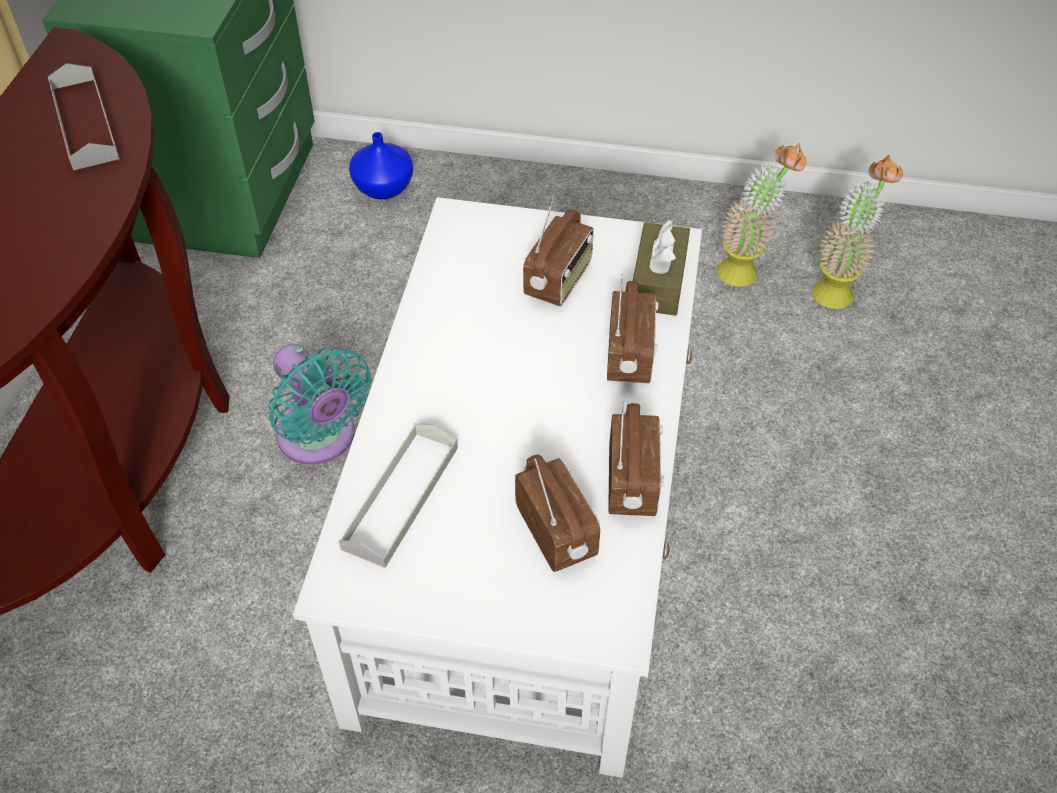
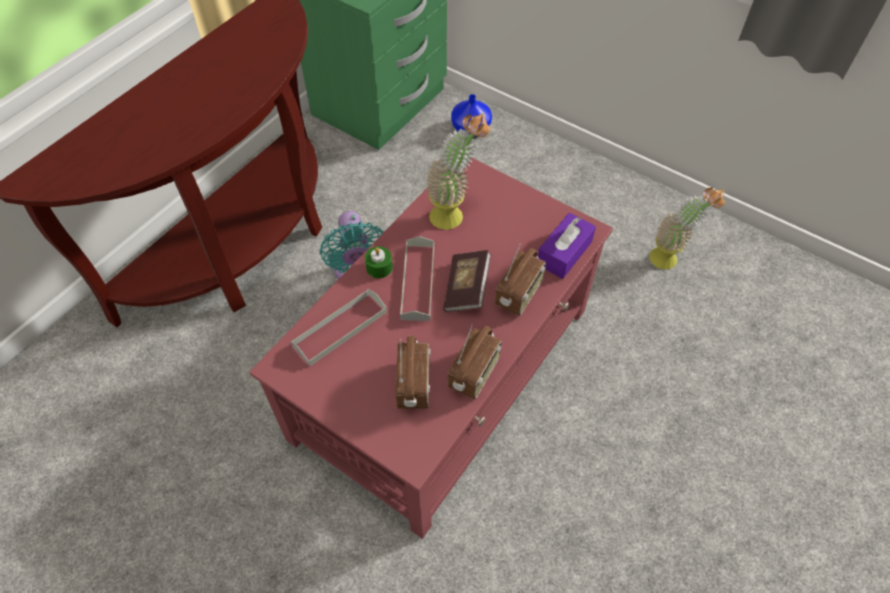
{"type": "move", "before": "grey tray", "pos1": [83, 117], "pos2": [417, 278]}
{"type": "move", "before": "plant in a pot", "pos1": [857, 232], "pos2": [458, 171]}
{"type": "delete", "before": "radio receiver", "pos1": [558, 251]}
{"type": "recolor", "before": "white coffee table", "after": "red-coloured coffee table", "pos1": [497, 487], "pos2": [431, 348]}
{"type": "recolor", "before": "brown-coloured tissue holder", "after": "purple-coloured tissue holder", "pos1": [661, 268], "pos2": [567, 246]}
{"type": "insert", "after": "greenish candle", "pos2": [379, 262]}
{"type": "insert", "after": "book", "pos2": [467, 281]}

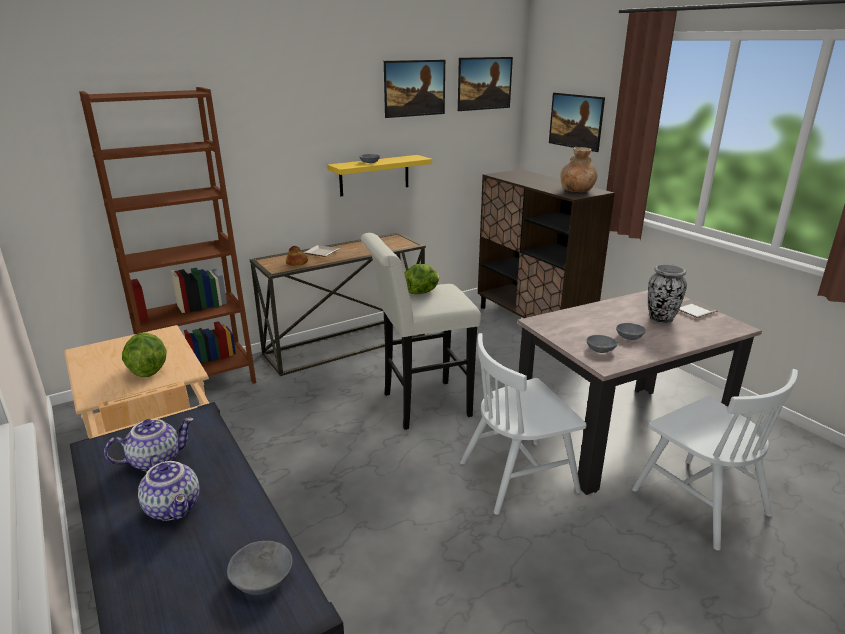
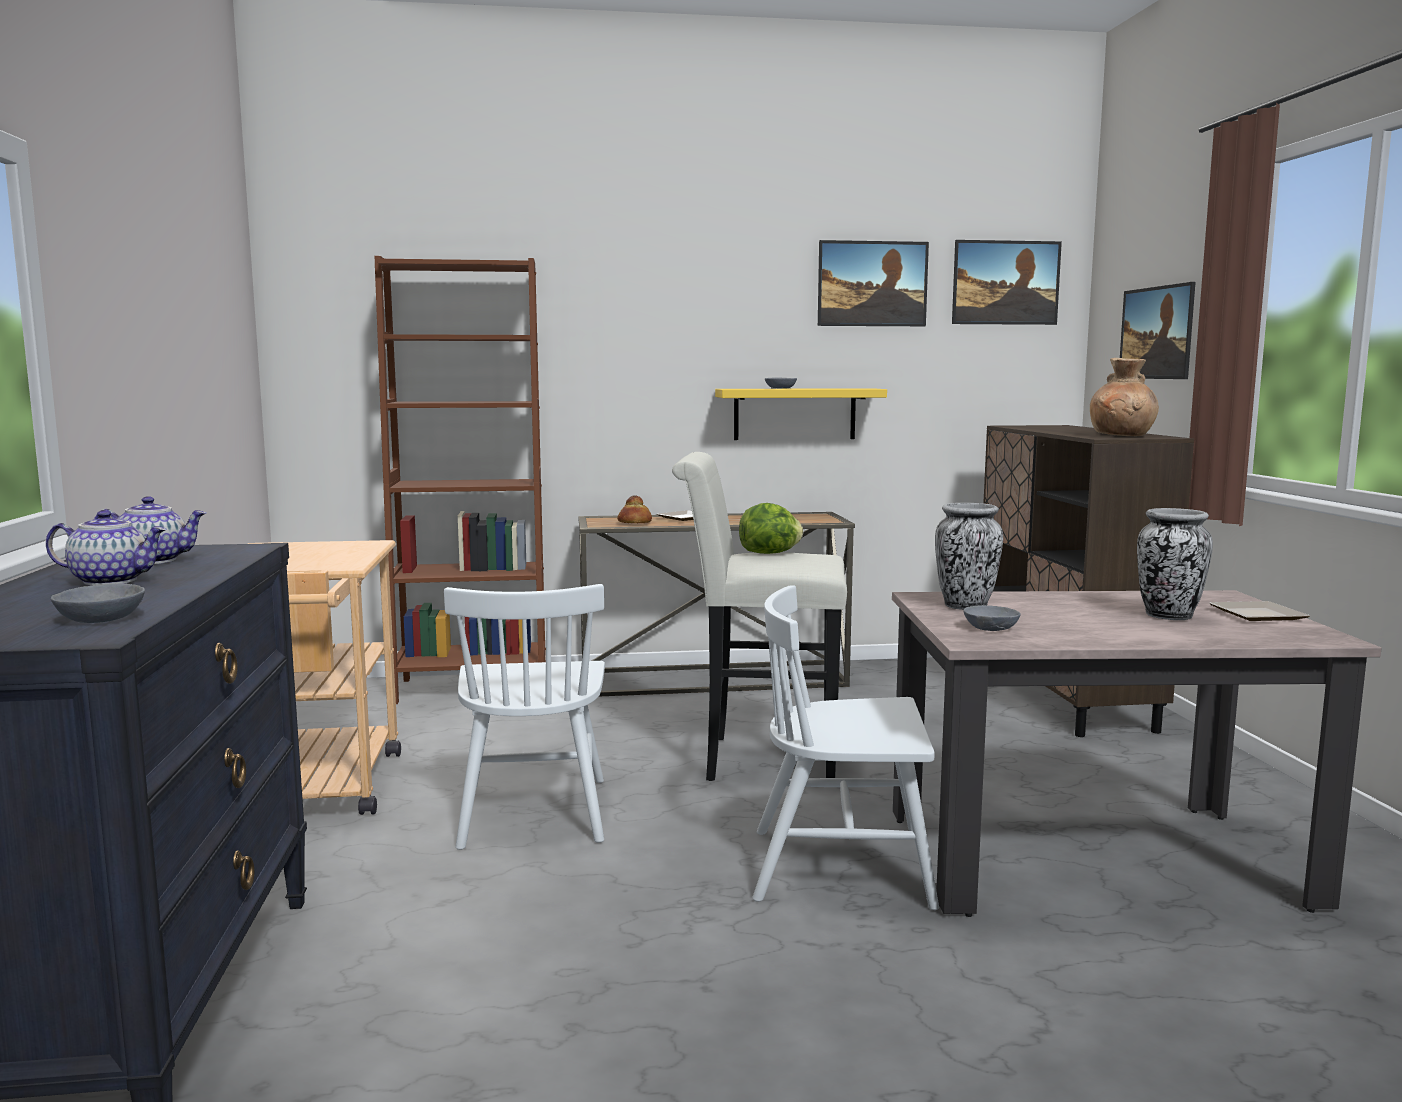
{"type": "delete", "before": "grey deep dish", "pos1": [631, 331]}
{"type": "delete", "before": "head of lettuce", "pos1": [144, 355]}
{"type": "move", "before": "white chair", "pos1": [715, 459], "pos2": [524, 717]}
{"type": "rotate", "before": "pot for tea", "pos1": [169, 487], "pos2": [106, 548], "turn": -75}
{"type": "insert", "after": "flower vase", "pos2": [969, 556]}

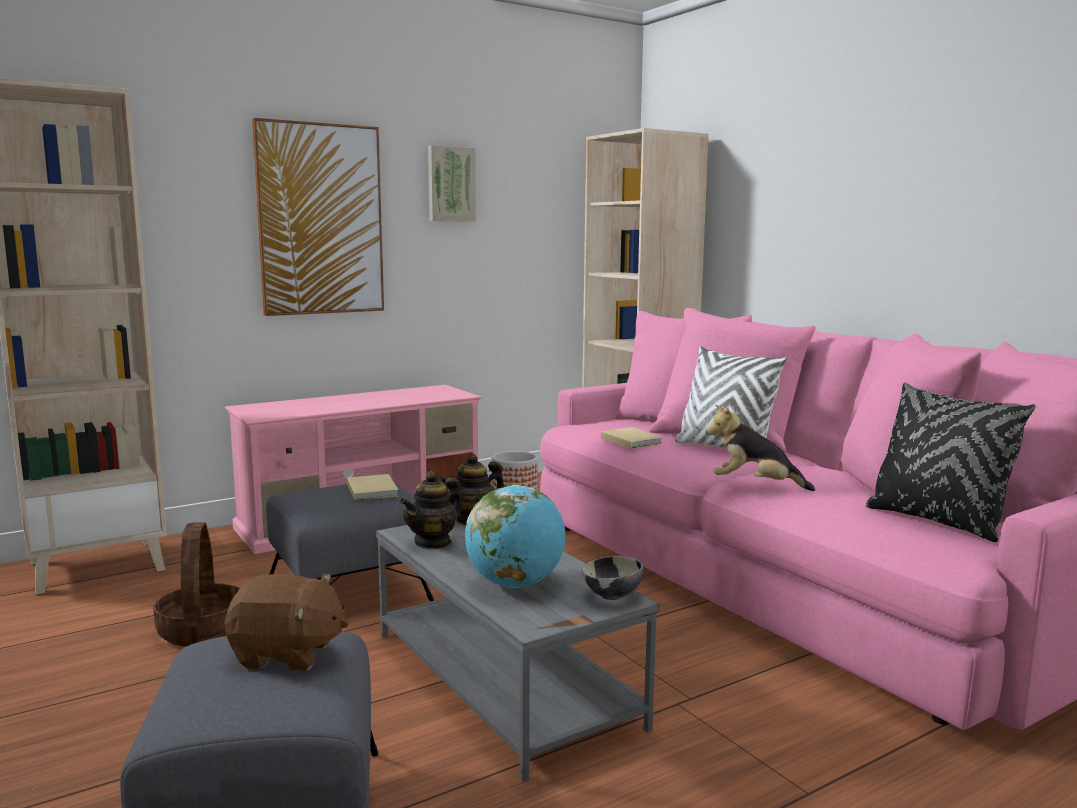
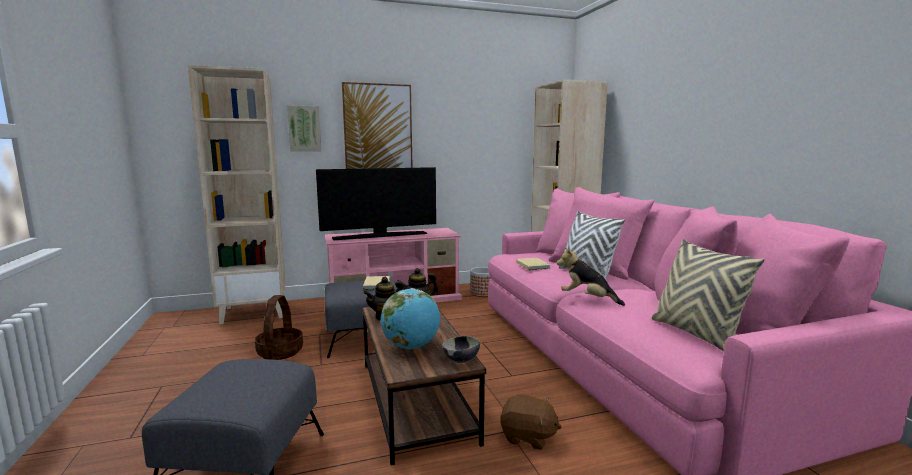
{"type": "move", "before": "wall picture", "pos1": [452, 183], "pos2": [304, 128]}
{"type": "recolor", "before": "blackish throw pillow", "after": "beige throw pillow", "pos1": [951, 462], "pos2": [708, 295]}
{"type": "recolor", "before": "grey coffee table", "after": "brown-coloured coffee table", "pos1": [517, 651], "pos2": [424, 386]}
{"type": "move", "before": "brown-coloured plush toy", "pos1": [287, 622], "pos2": [531, 422]}
{"type": "insert", "after": "TV", "pos2": [376, 203]}

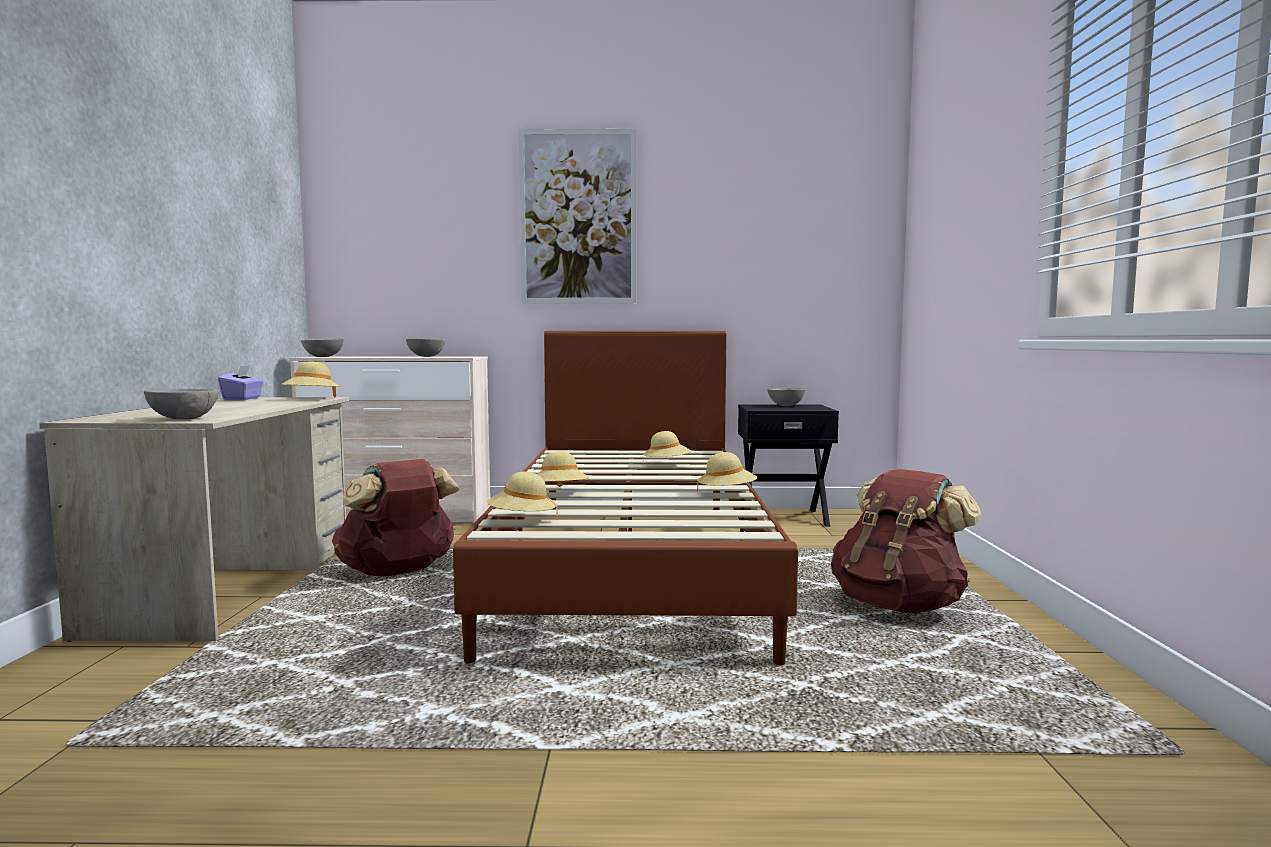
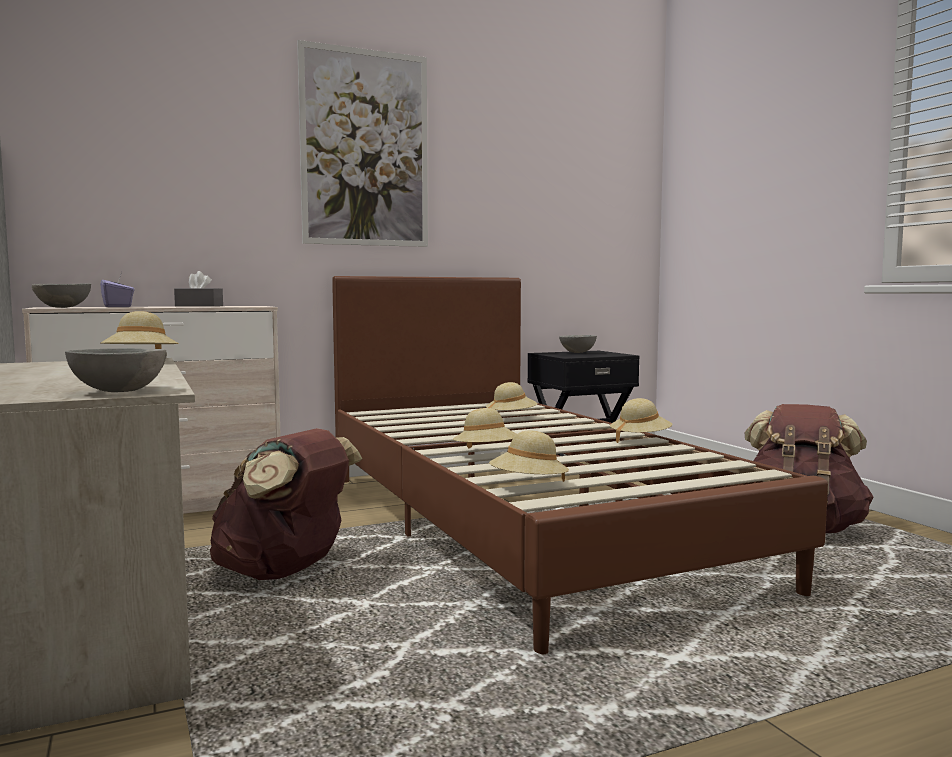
{"type": "replace", "before": "grey deep dish", "after": "grey tissue holder", "pos1": [425, 348], "pos2": [198, 289]}
{"type": "move", "before": "purple-coloured tissue holder", "pos1": [241, 382], "pos2": [117, 289]}

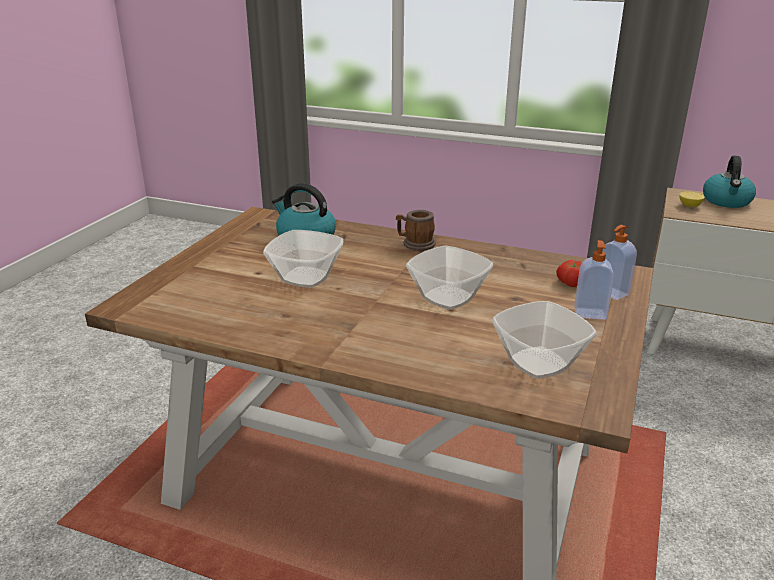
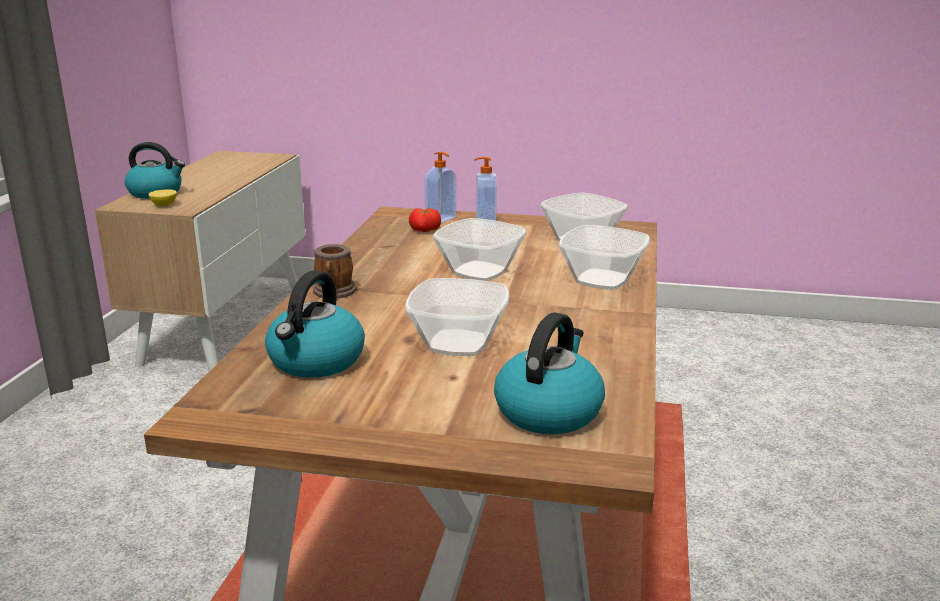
{"type": "insert", "after": "deep dish", "pos2": [604, 257]}
{"type": "insert", "after": "kettle", "pos2": [549, 373]}

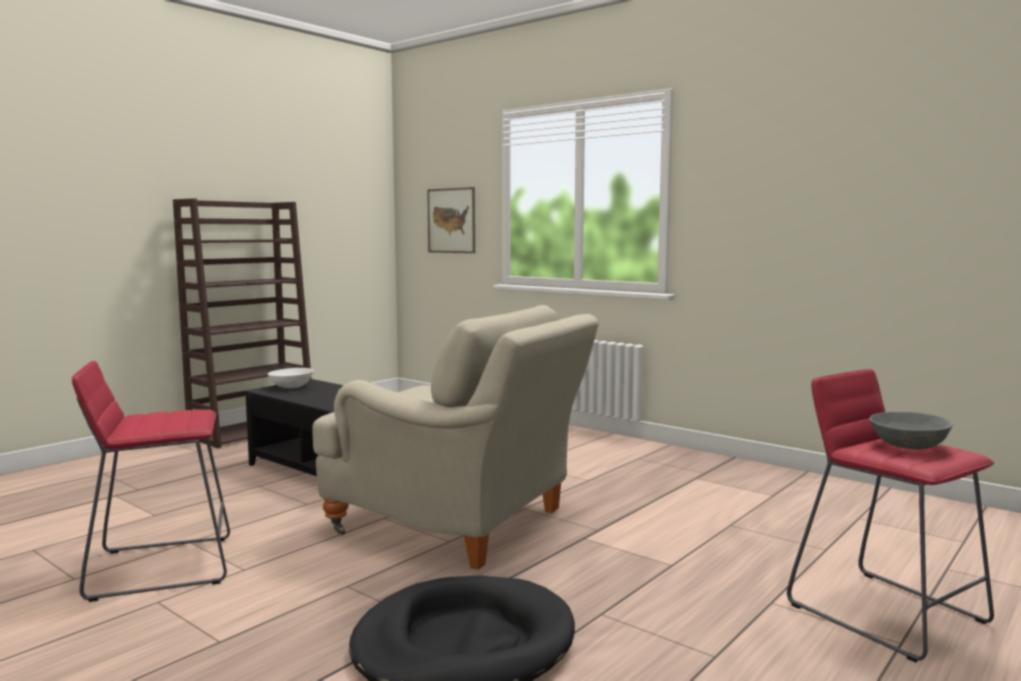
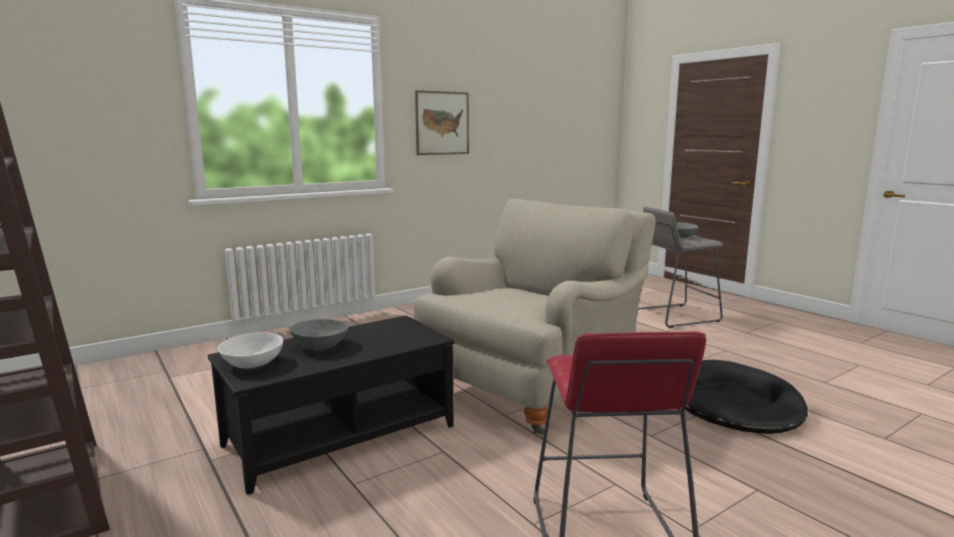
{"type": "move", "before": "wall picture", "pos1": [451, 220], "pos2": [442, 122]}
{"type": "recolor", "before": "red-coloured sitting stool", "after": "grey sitting stool", "pos1": [890, 515], "pos2": [680, 267]}
{"type": "insert", "after": "grey deep dish", "pos2": [319, 334]}

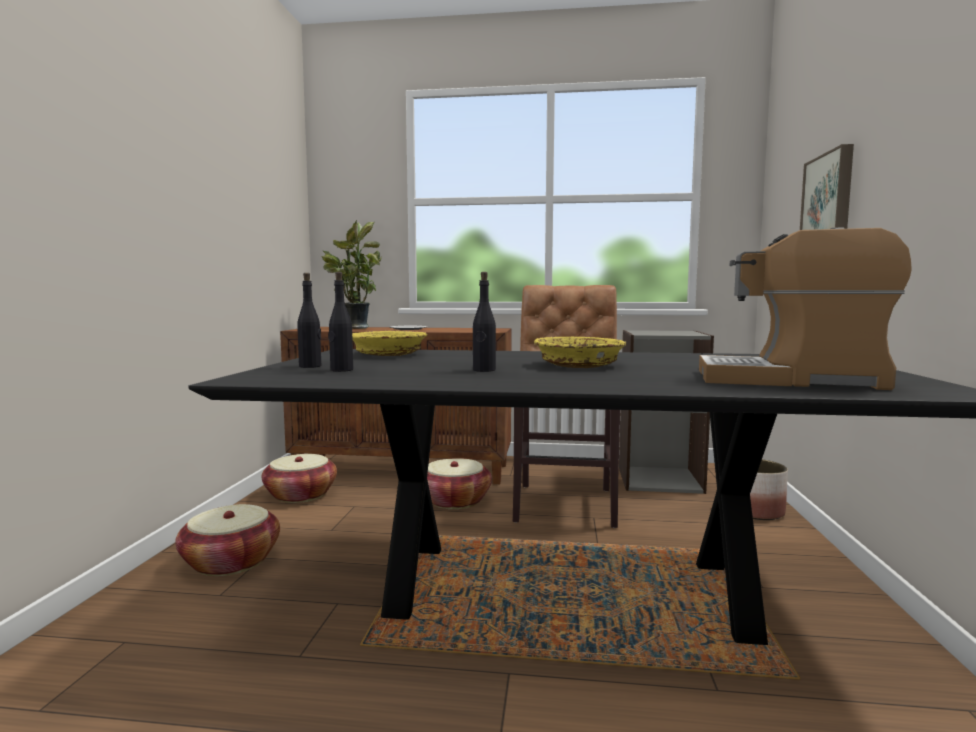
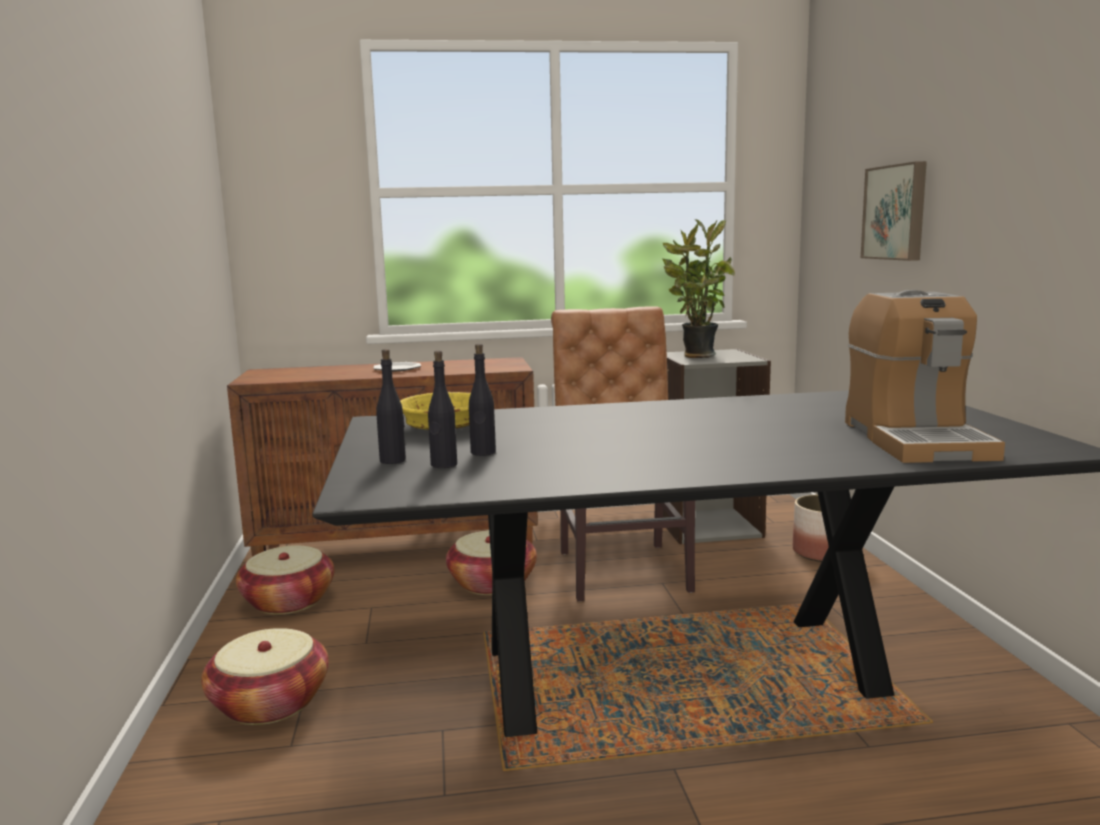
{"type": "move", "before": "plant in a pot", "pos1": [352, 274], "pos2": [698, 288]}
{"type": "rotate", "before": "coffee brewer", "pos1": [805, 308], "pos2": [925, 376], "turn": -90}
{"type": "move", "before": "blackish drink bottle", "pos1": [484, 322], "pos2": [482, 400]}
{"type": "delete", "before": "yellowish deep dish", "pos1": [580, 352]}

